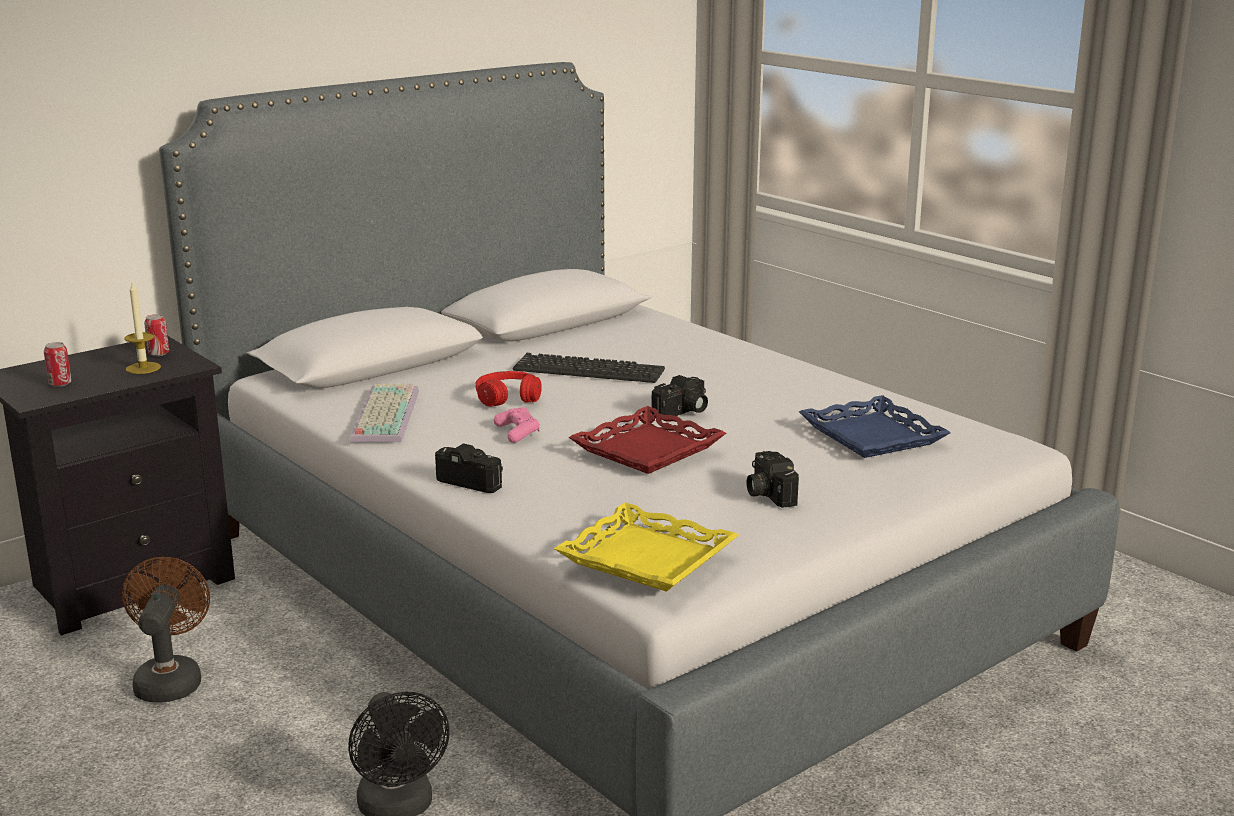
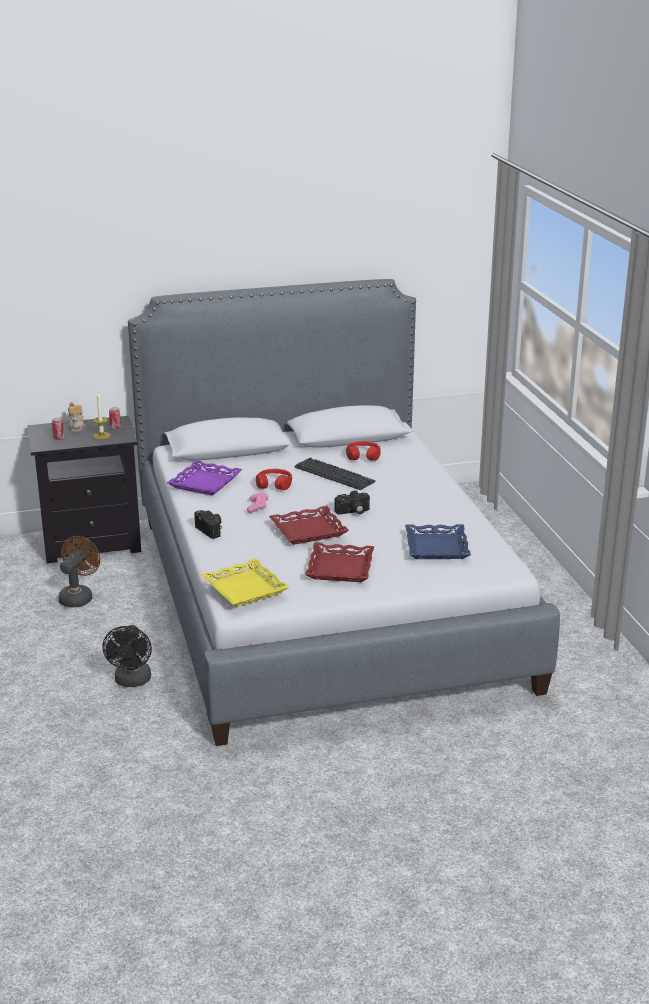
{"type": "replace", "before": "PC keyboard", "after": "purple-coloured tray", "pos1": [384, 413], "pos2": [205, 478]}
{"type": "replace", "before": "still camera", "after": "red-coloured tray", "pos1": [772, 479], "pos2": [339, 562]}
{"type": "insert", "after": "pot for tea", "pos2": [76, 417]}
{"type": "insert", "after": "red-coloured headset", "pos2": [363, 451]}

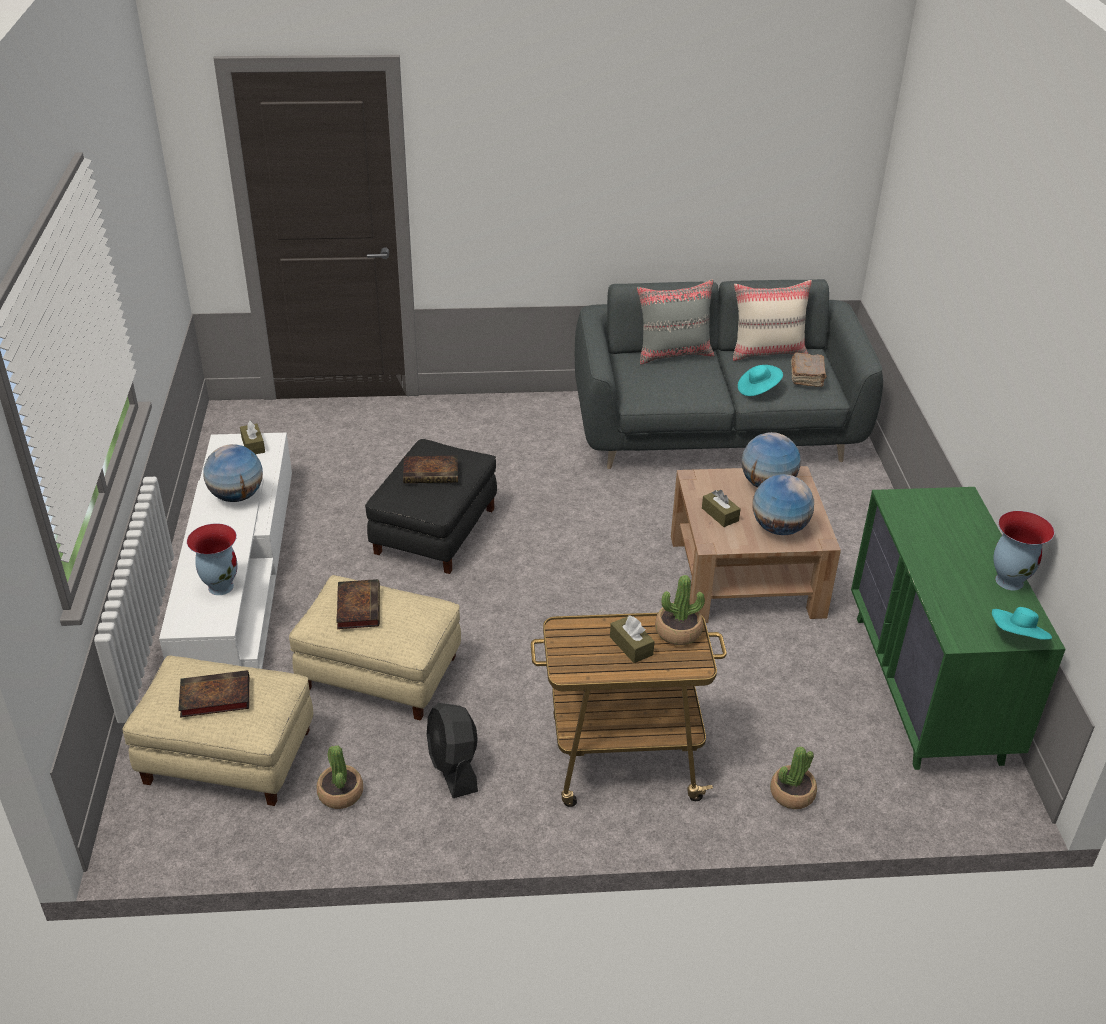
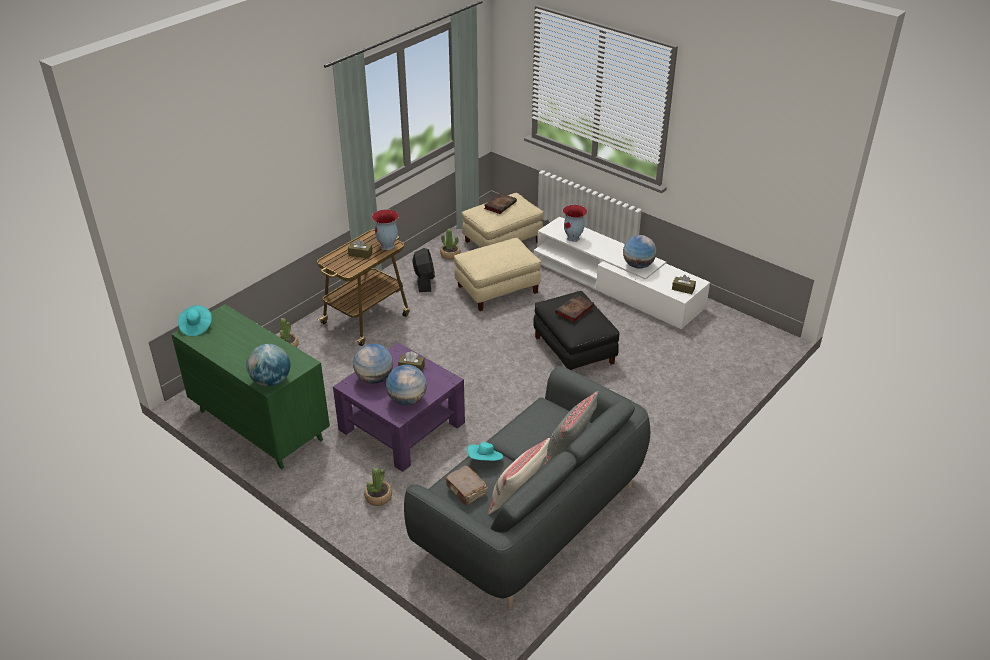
{"type": "recolor", "before": "brown-coloured coffee table", "after": "purple-coloured coffee table", "pos1": [756, 544], "pos2": [399, 407]}
{"type": "move", "before": "flower vase", "pos1": [1024, 550], "pos2": [385, 229]}
{"type": "move", "before": "plant in a pot", "pos1": [680, 610], "pos2": [378, 487]}
{"type": "delete", "before": "book", "pos1": [358, 604]}
{"type": "rotate", "before": "blackish electric fan", "pos1": [452, 750], "pos2": [423, 270], "turn": 60}
{"type": "insert", "after": "world globe", "pos2": [268, 365]}

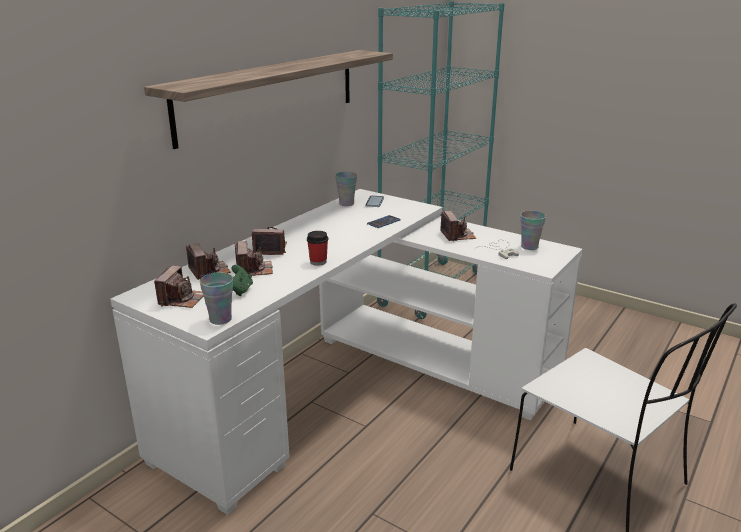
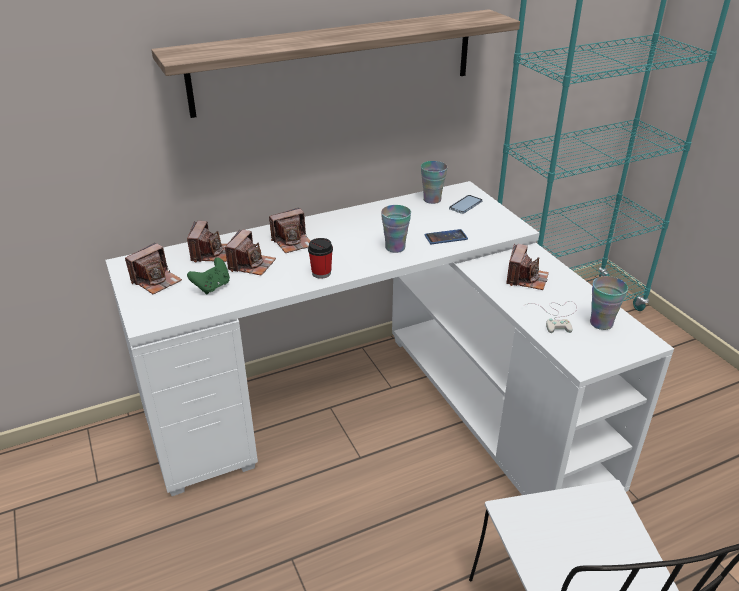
{"type": "rotate", "before": "still camera", "pos1": [269, 241], "pos2": [290, 230], "turn": 120}
{"type": "move", "before": "drinking cup", "pos1": [216, 298], "pos2": [396, 229]}

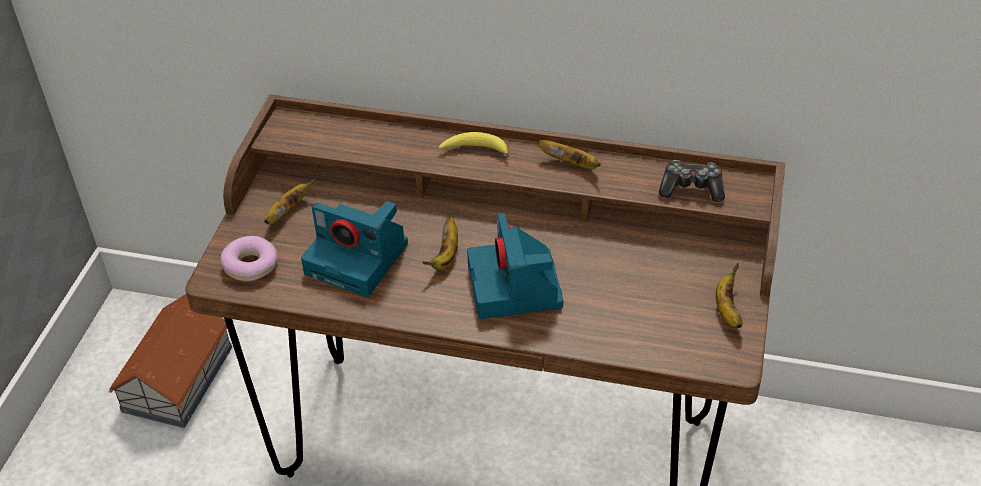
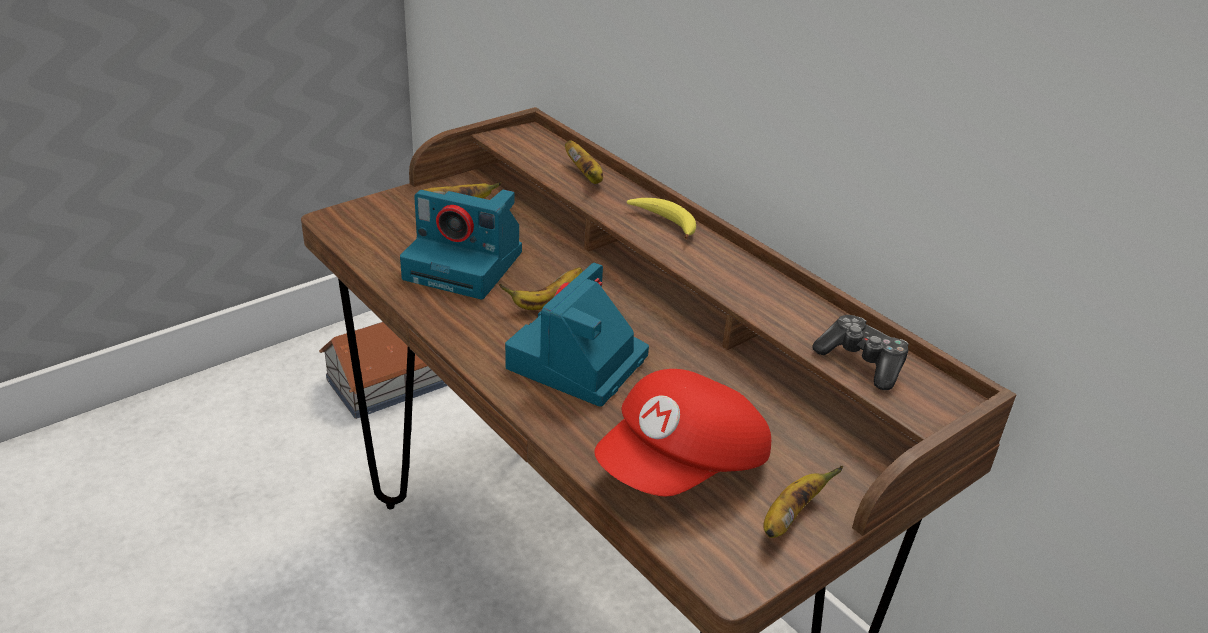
{"type": "move", "before": "banana", "pos1": [569, 154], "pos2": [584, 162]}
{"type": "rotate", "before": "still camera", "pos1": [354, 249], "pos2": [461, 244], "turn": -45}
{"type": "delete", "before": "ring doughnut", "pos1": [249, 258]}
{"type": "insert", "after": "red-coloured peaked cap", "pos2": [683, 433]}

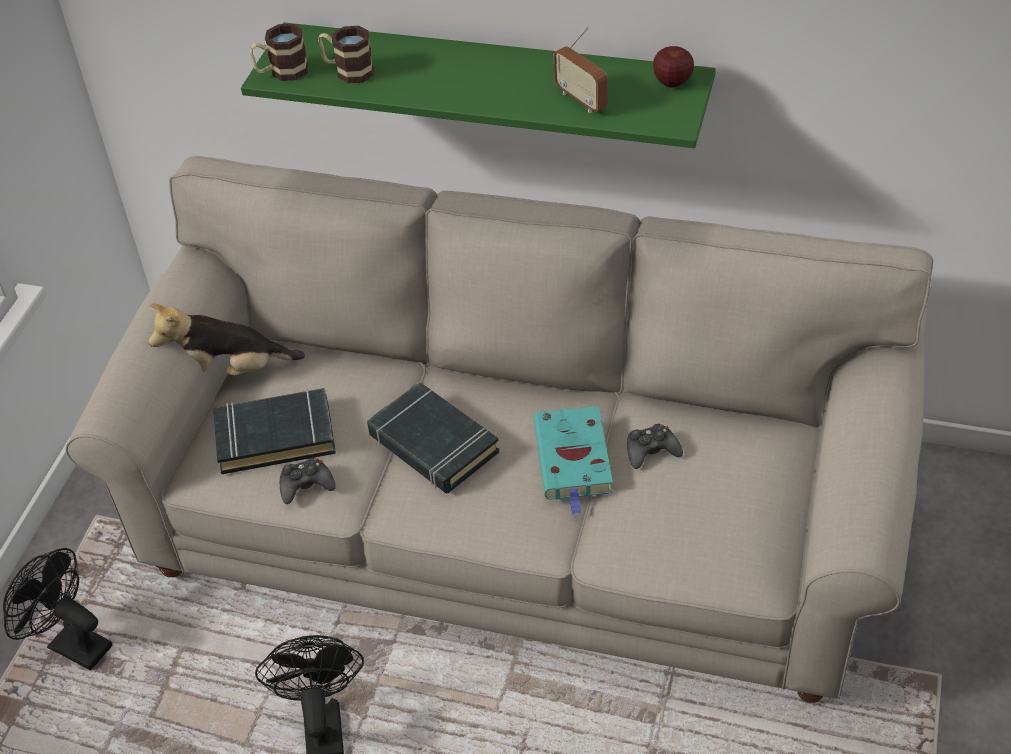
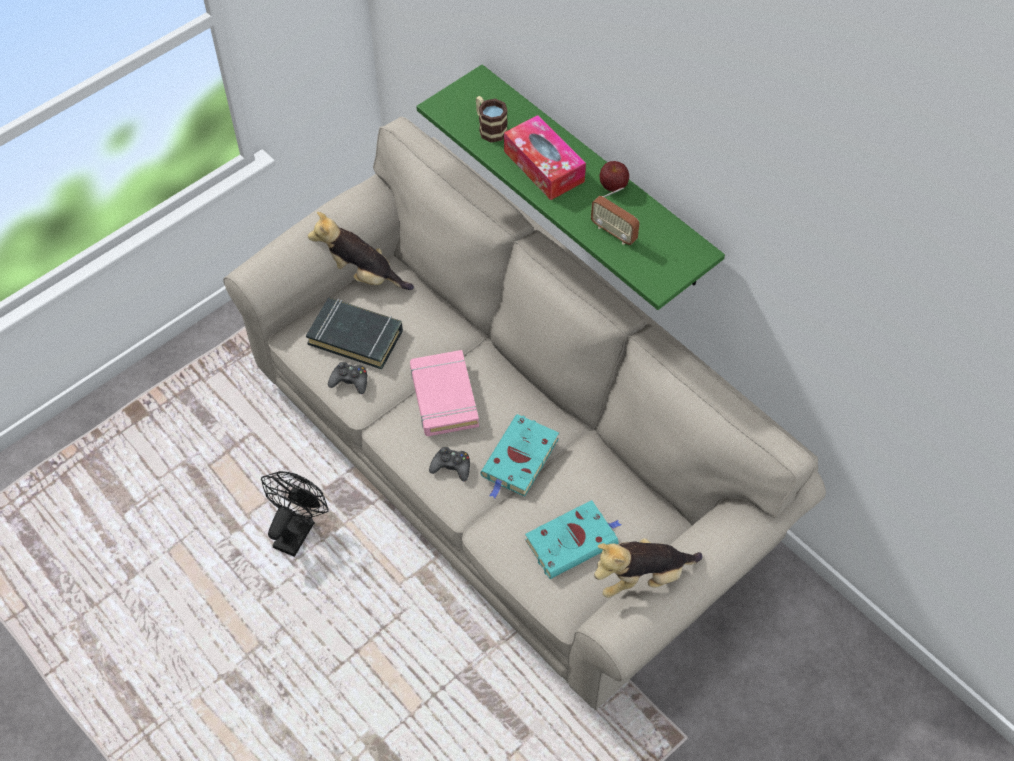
{"type": "delete", "before": "mug", "pos1": [279, 52]}
{"type": "rotate", "before": "radio receiver", "pos1": [581, 69], "pos2": [615, 216], "turn": -45}
{"type": "move", "before": "whole apple", "pos1": [673, 66], "pos2": [614, 176]}
{"type": "recolor", "before": "blackish book", "after": "pinkish book", "pos1": [433, 437], "pos2": [444, 393]}
{"type": "move", "before": "blackish joypad", "pos1": [655, 446], "pos2": [449, 464]}
{"type": "delete", "before": "blackish electric fan", "pos1": [57, 609]}
{"type": "insert", "after": "tissue holder", "pos2": [545, 157]}
{"type": "insert", "after": "blue-green book", "pos2": [573, 539]}
{"type": "insert", "after": "plush toy", "pos2": [648, 568]}

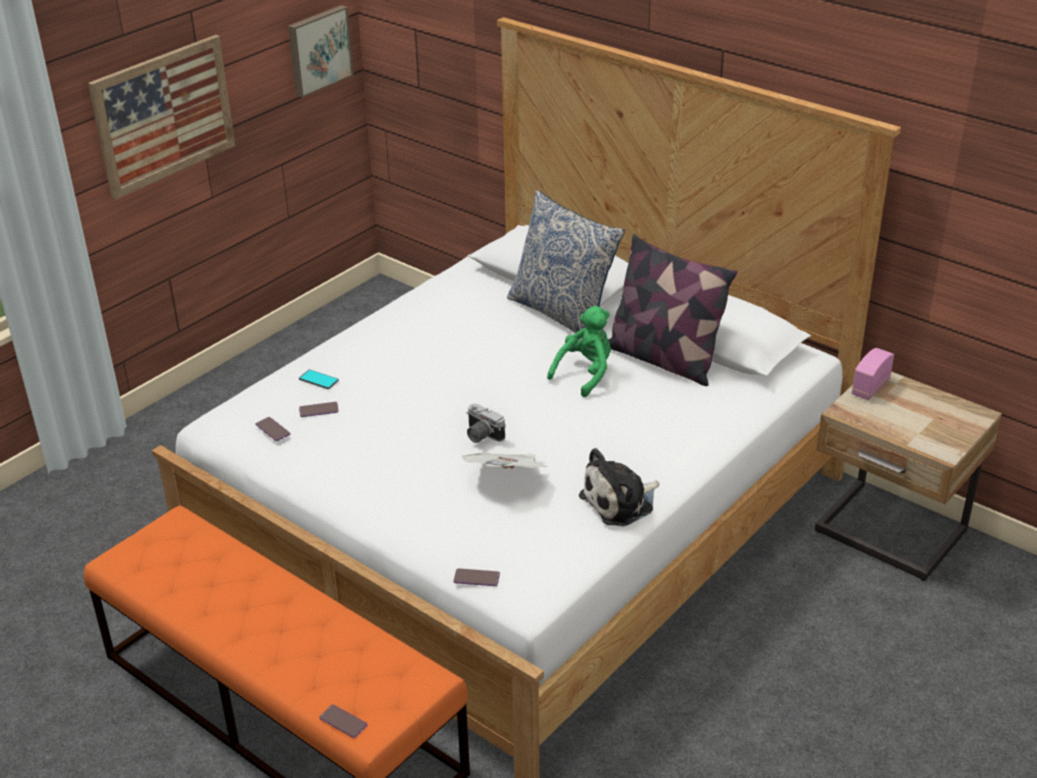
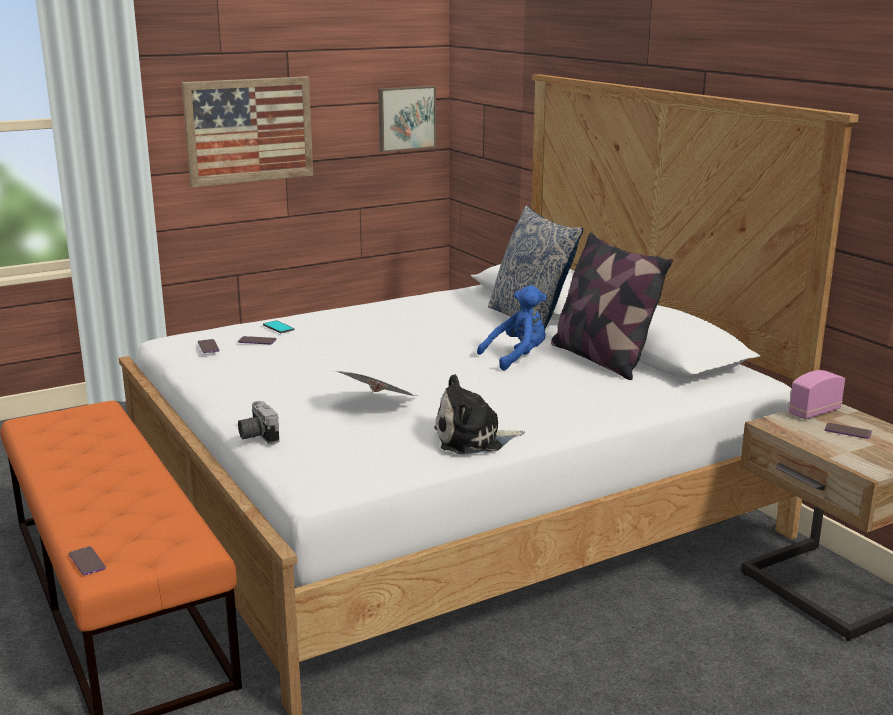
{"type": "recolor", "before": "greenish plush toy", "after": "blue plush toy", "pos1": [579, 351], "pos2": [512, 328]}
{"type": "move", "before": "still camera", "pos1": [486, 423], "pos2": [258, 422]}
{"type": "move", "before": "phone", "pos1": [476, 577], "pos2": [848, 431]}

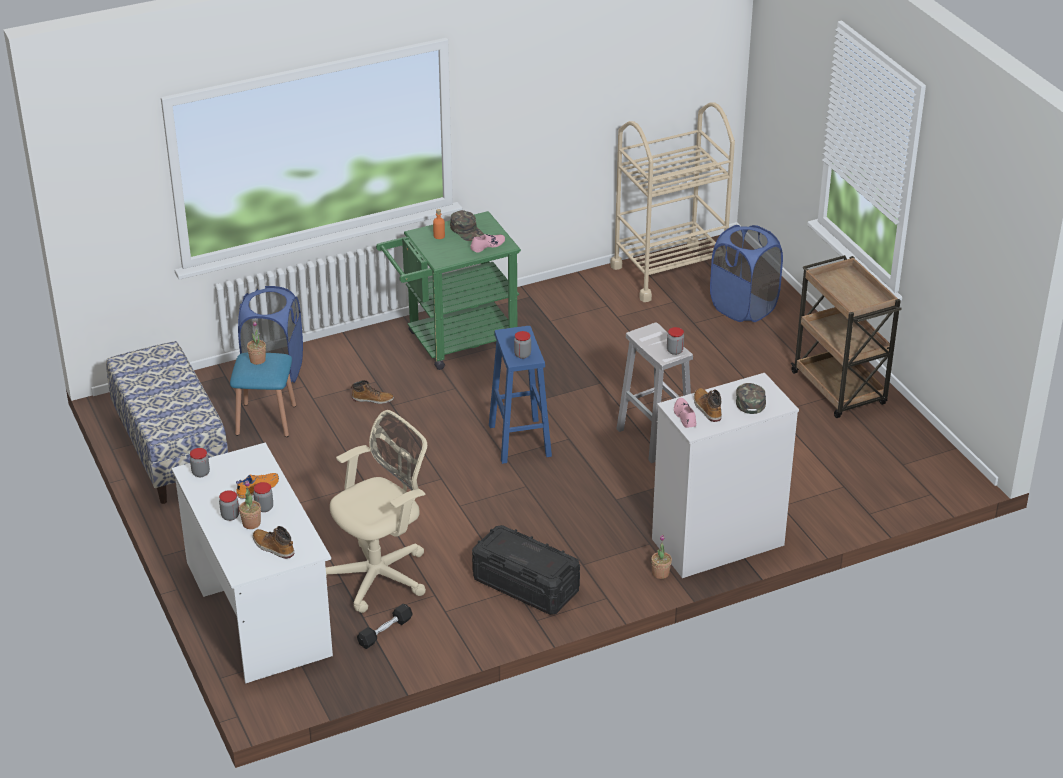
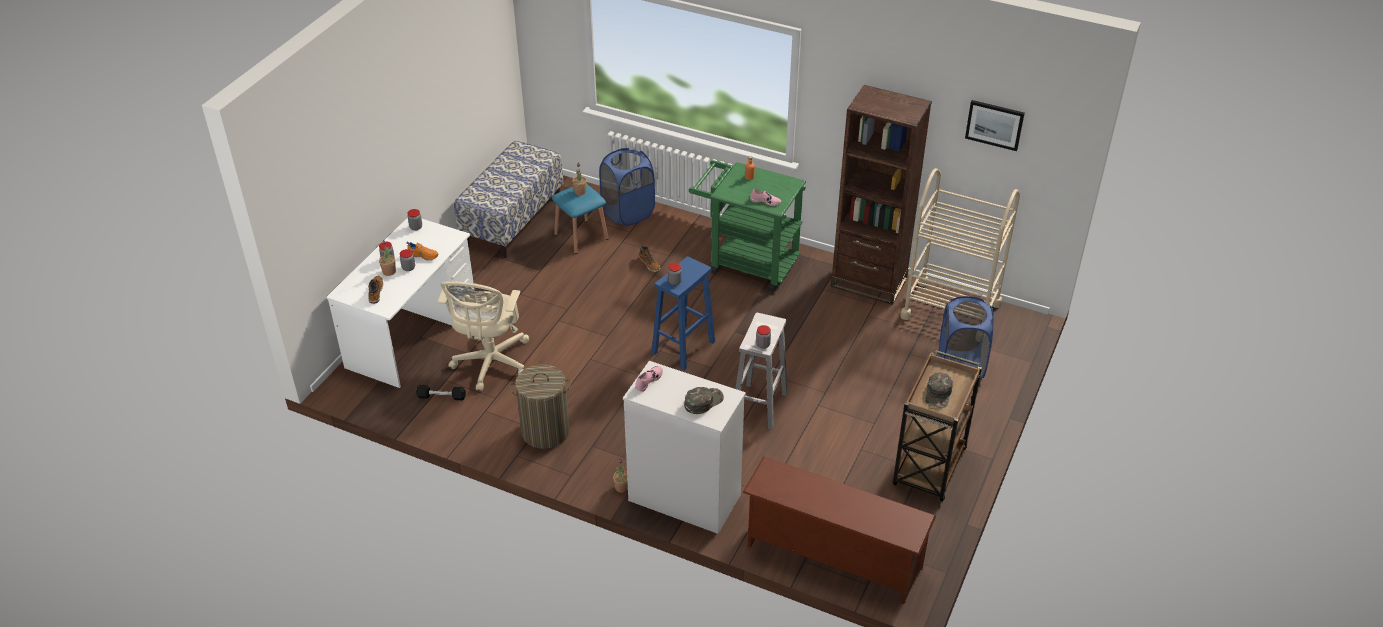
{"type": "move", "before": "greenish peaked cap", "pos1": [467, 225], "pos2": [939, 390]}
{"type": "delete", "before": "tall boot", "pos1": [708, 405]}
{"type": "rotate", "before": "beige desk chair", "pos1": [376, 511], "pos2": [483, 336], "turn": 90}
{"type": "replace", "before": "blackish storage box", "after": "washing basket", "pos1": [526, 570], "pos2": [540, 406]}
{"type": "insert", "after": "brown-coloured bookcase", "pos2": [881, 195]}
{"type": "insert", "after": "wall picture", "pos2": [995, 125]}
{"type": "insert", "after": "brown-coloured shoe shelf", "pos2": [839, 530]}

